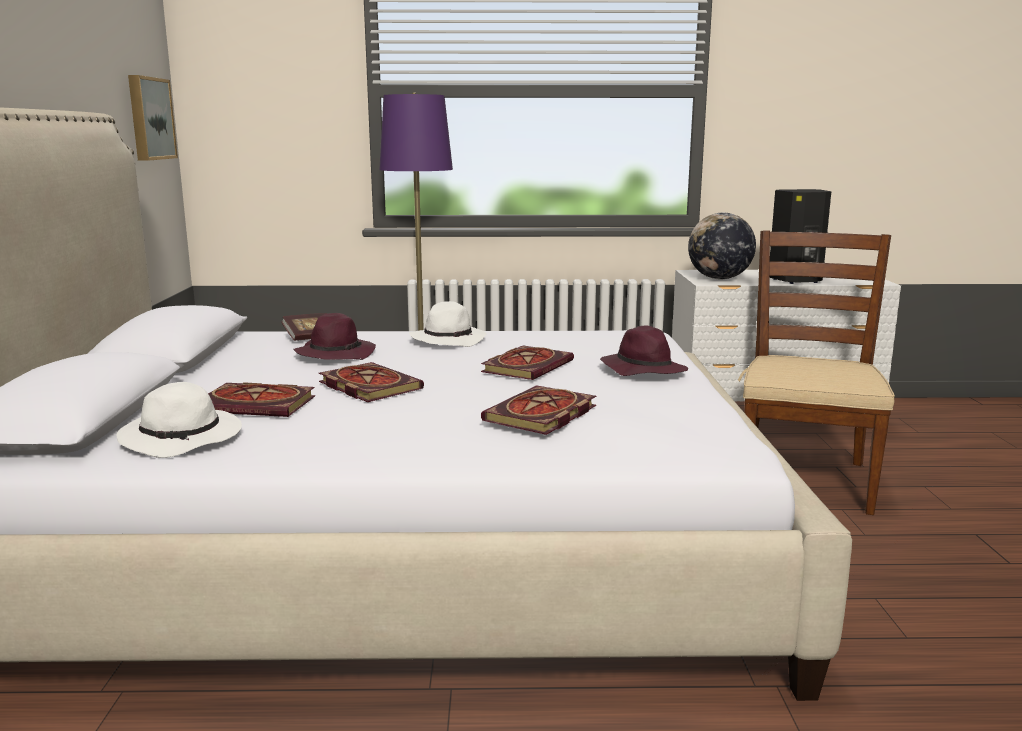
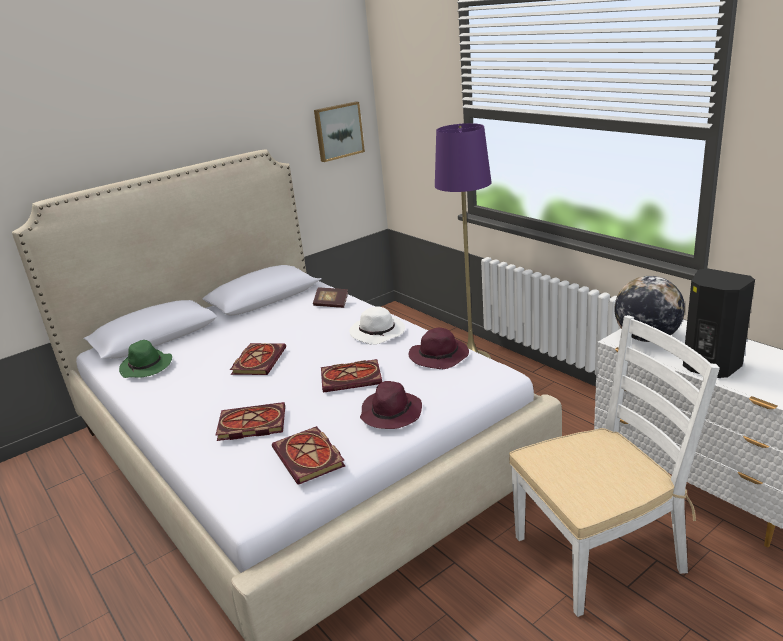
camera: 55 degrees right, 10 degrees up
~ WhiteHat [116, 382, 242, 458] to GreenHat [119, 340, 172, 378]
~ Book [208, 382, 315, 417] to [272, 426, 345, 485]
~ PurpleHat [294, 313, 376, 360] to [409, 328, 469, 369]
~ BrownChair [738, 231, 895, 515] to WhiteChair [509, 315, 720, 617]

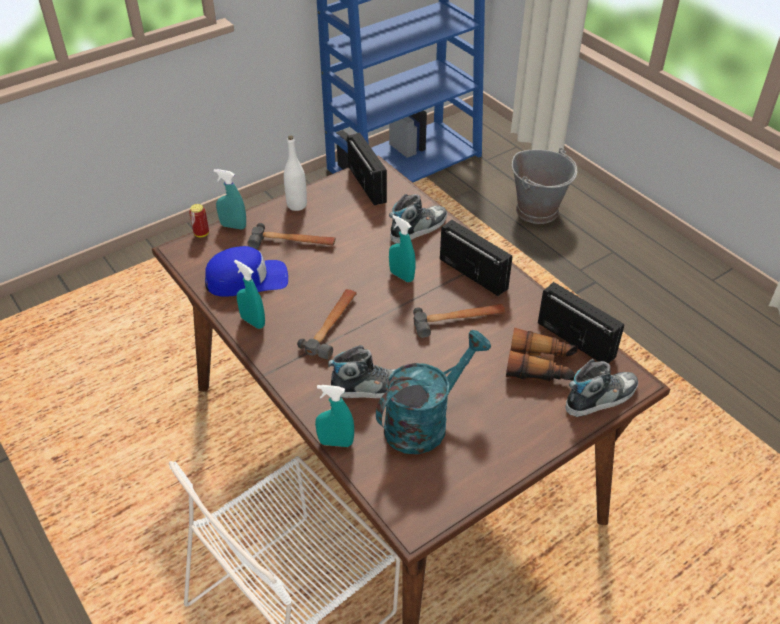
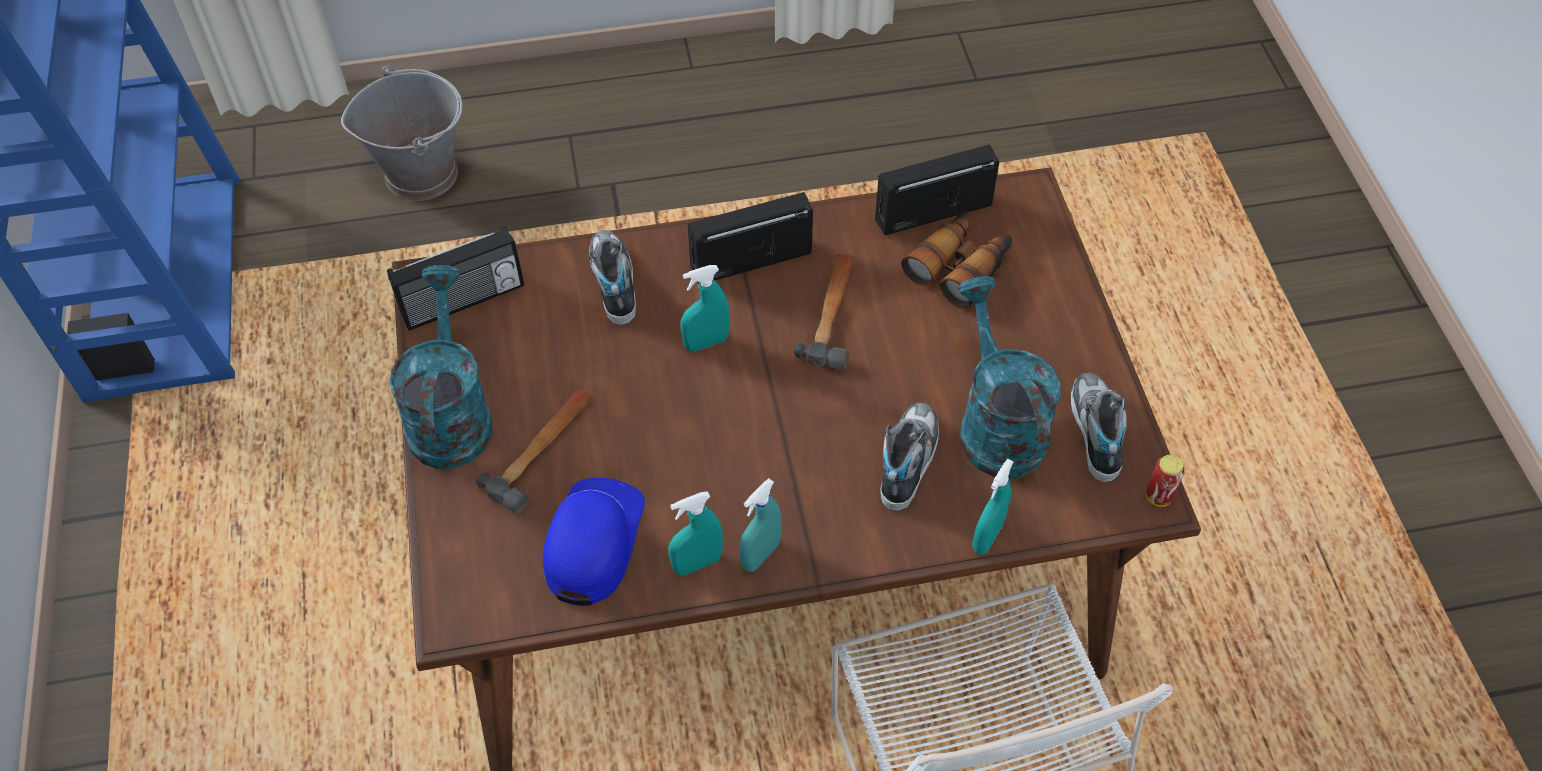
camera: 65 degrees left, 10 degrees up
~ Radio [347, 133, 387, 205] = [387, 225, 524, 331] 150 degrees clockwise
~ WhiteBottle [284, 136, 307, 211] to TurquoiseWateringCan [389, 265, 492, 469]
~ TurquoiseSprayBottle [214, 169, 246, 230] to [739, 479, 782, 572]
~ Shoe [565, 359, 638, 417] to [1071, 373, 1127, 482]
~ Can [189, 204, 209, 237] to [1146, 455, 1185, 507]
- Hammer [297, 289, 357, 360]

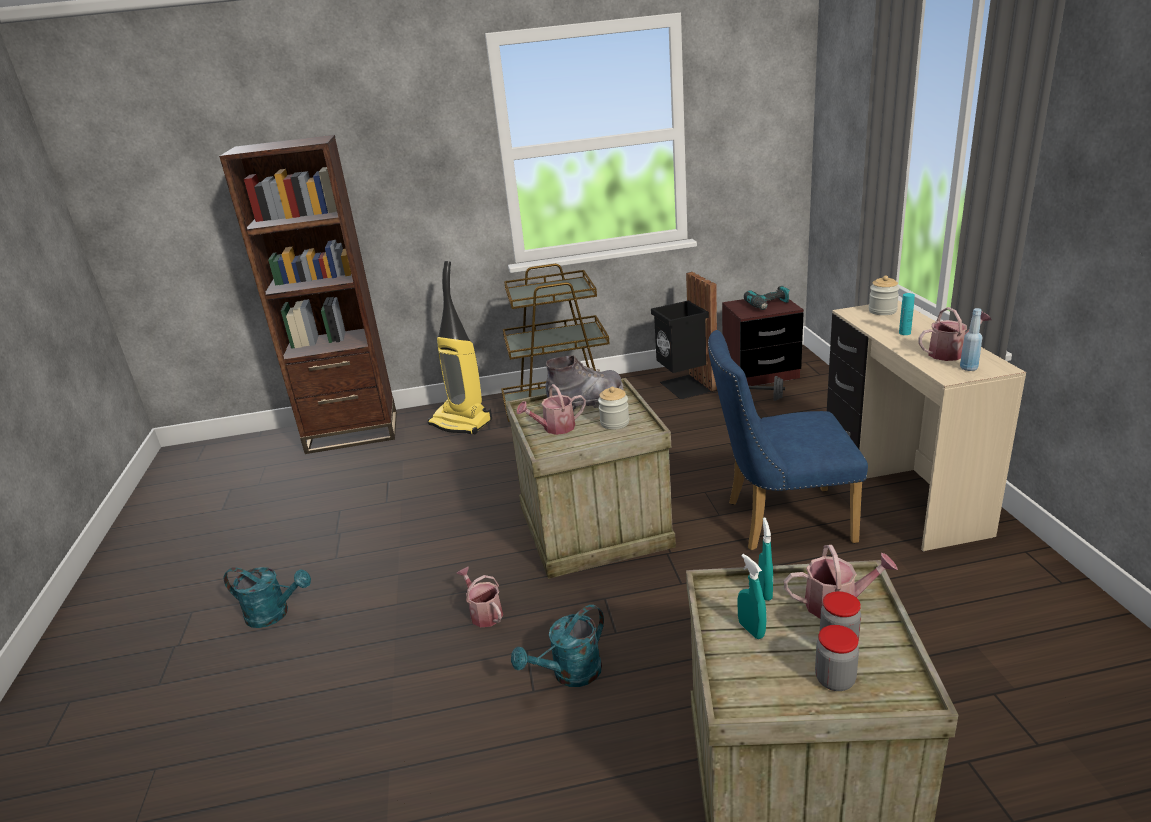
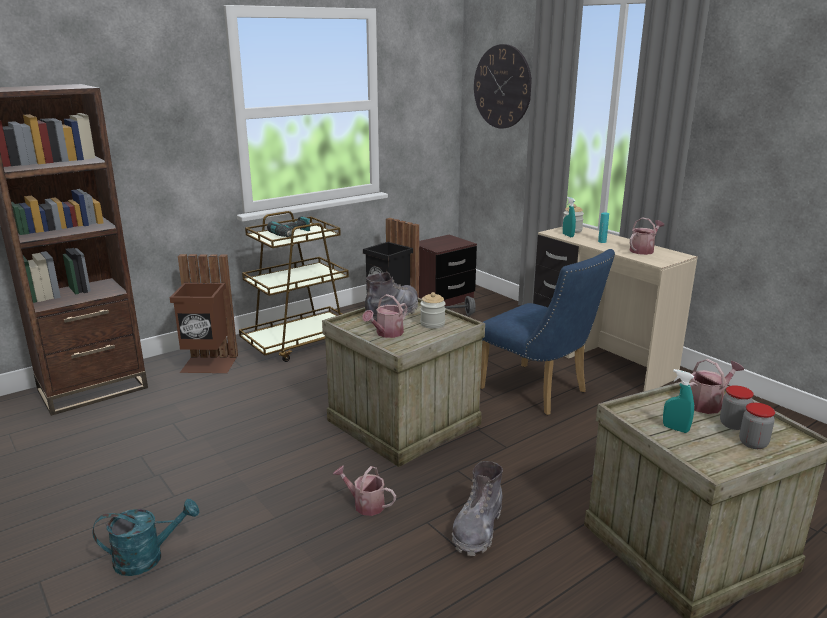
camera: 30 degrees left, 5 degrees down
~ VacuumCleaner [428, 261, 492, 435] to BrownTrashCan [169, 254, 238, 373]
~ PowerDrill [744, 286, 790, 310] to [267, 216, 311, 237]
~ TurquoiseWateringCan [511, 605, 604, 687] to GreyBoot [452, 461, 503, 556]
+ WallClock [474, 44, 532, 128]
~ BlueChair [708, 330, 868, 550] = [480, 249, 615, 415] 105 degrees counterclockwise
~ TurquoiseSprayBottle [758, 518, 773, 601] to [563, 197, 576, 237]
- BlueBottle [960, 308, 982, 371]

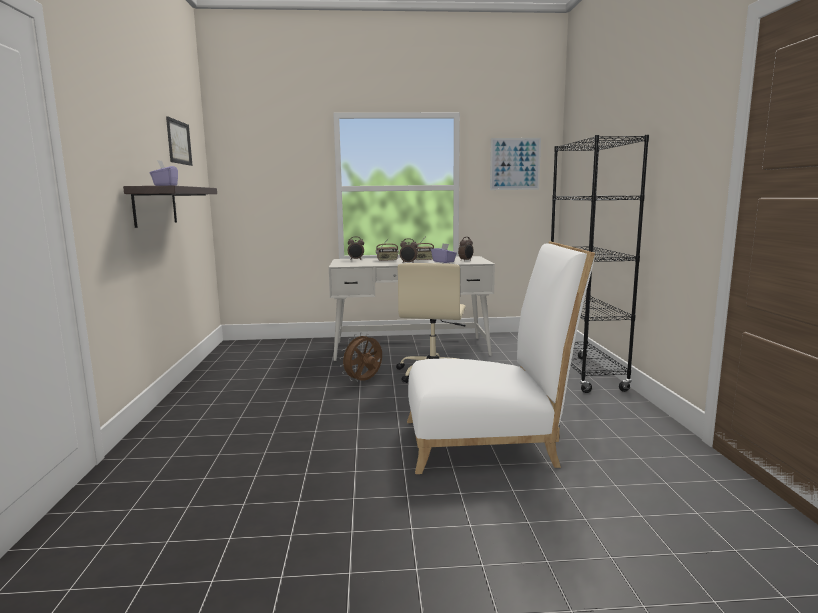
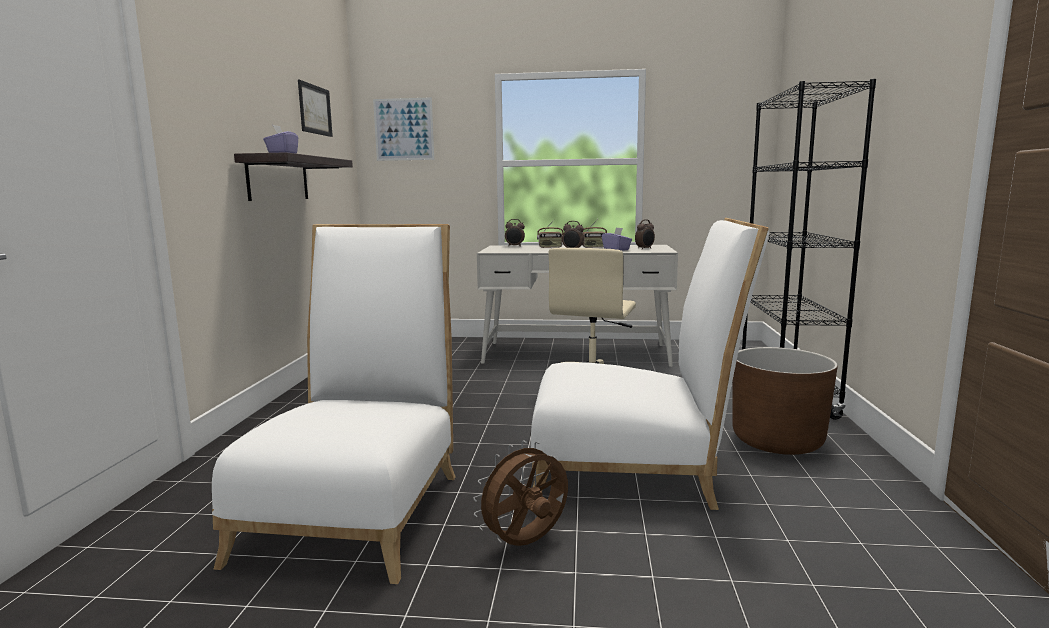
camera: 10 degrees right, 0 degrees up
+ WhiteChair [212, 224, 456, 584]
~ Picture [490, 138, 541, 190] to [373, 97, 434, 161]
~ BrownFan [340, 333, 382, 381] to [473, 441, 568, 546]
+ BrownPlanter [732, 347, 838, 455]

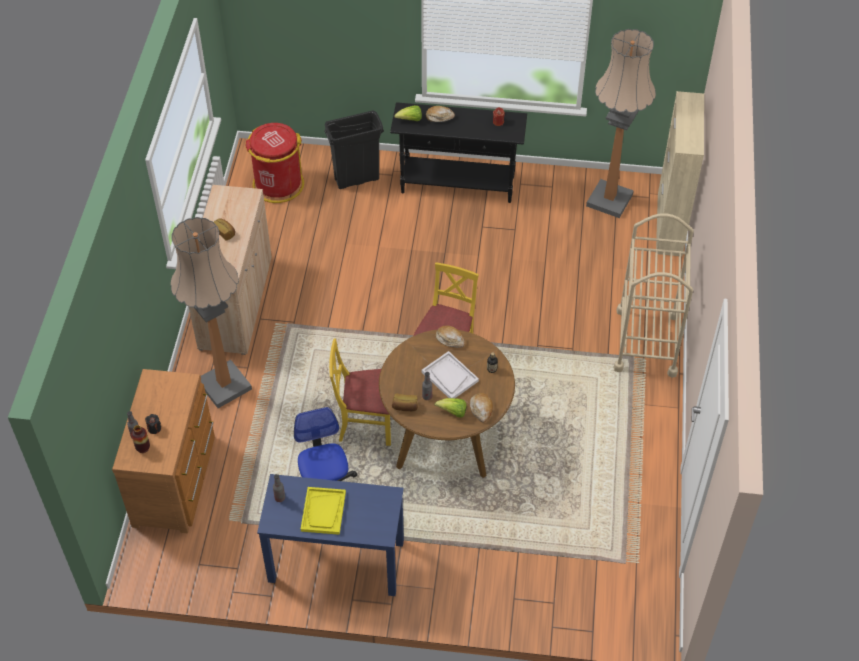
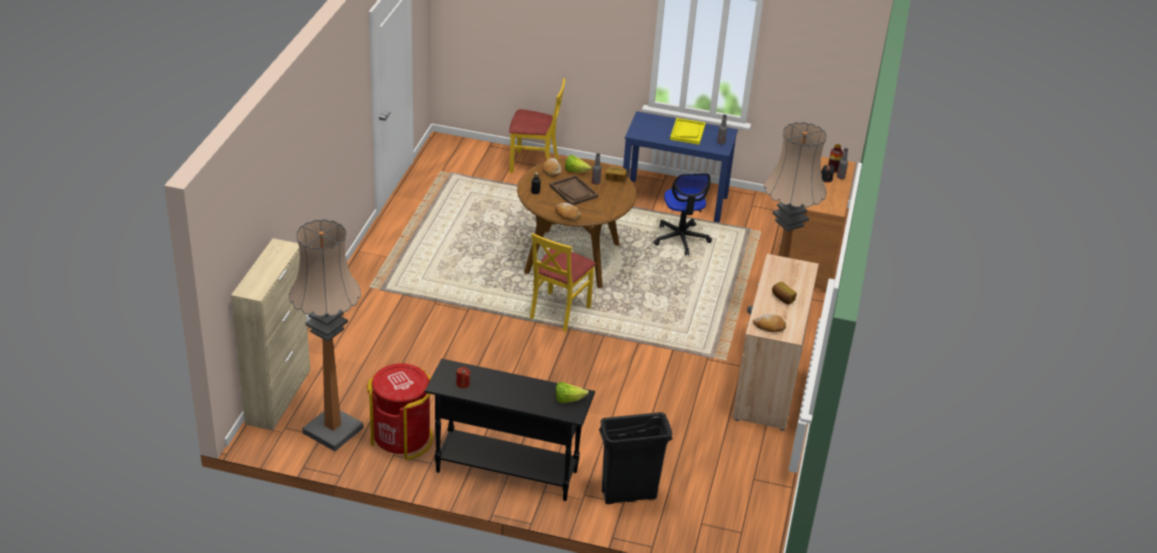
camera: 175 degrees left, 15 degrees down
~ RedTrashCan [245, 123, 304, 203] to [367, 363, 433, 460]
~ YellowChair [329, 338, 391, 446] to [509, 78, 565, 173]
~ WhiteTray [422, 351, 479, 398] to BrownTray [549, 175, 598, 206]
~ Bread [426, 106, 455, 122] to [753, 314, 786, 332]
- BeigeCart [614, 213, 694, 378]

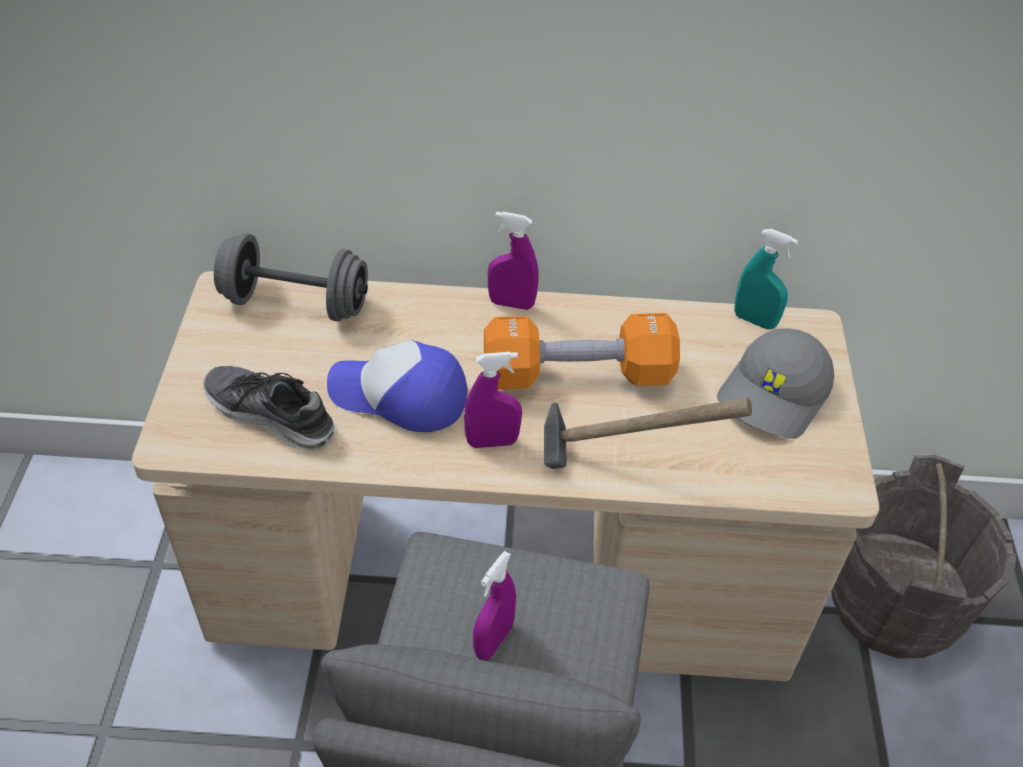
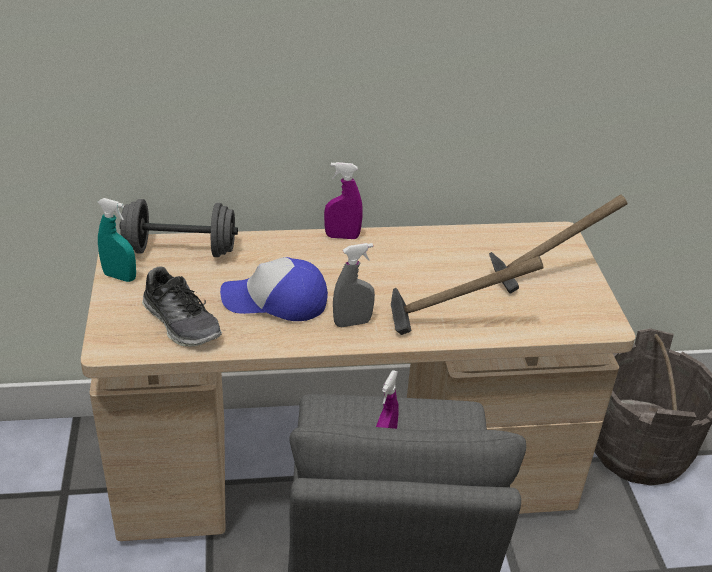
camera: 10 degrees left, 10 degrees down
~ TurquoiseSprayBottle [734, 229, 798, 330] to [98, 198, 136, 282]
~ Shoe [203, 366, 337, 450] = [142, 266, 222, 347] 150 degrees counterclockwise
~ PurpleSprayBottle [464, 352, 522, 448] to GreySprayBottle [333, 243, 375, 327]
~ GreyCap [717, 328, 834, 439] to Hammer [489, 195, 628, 294]
- OrangeDumbbell [484, 313, 680, 389]

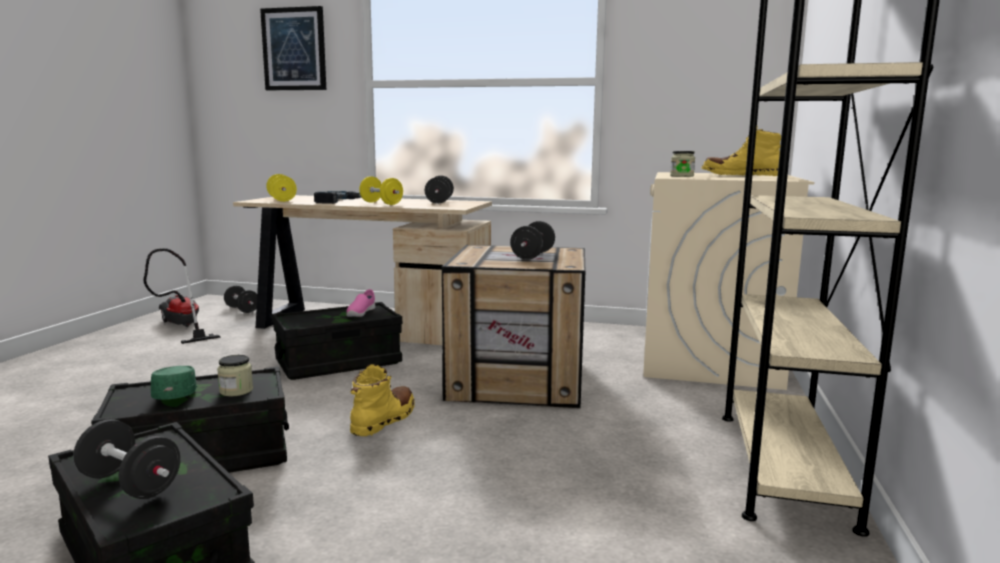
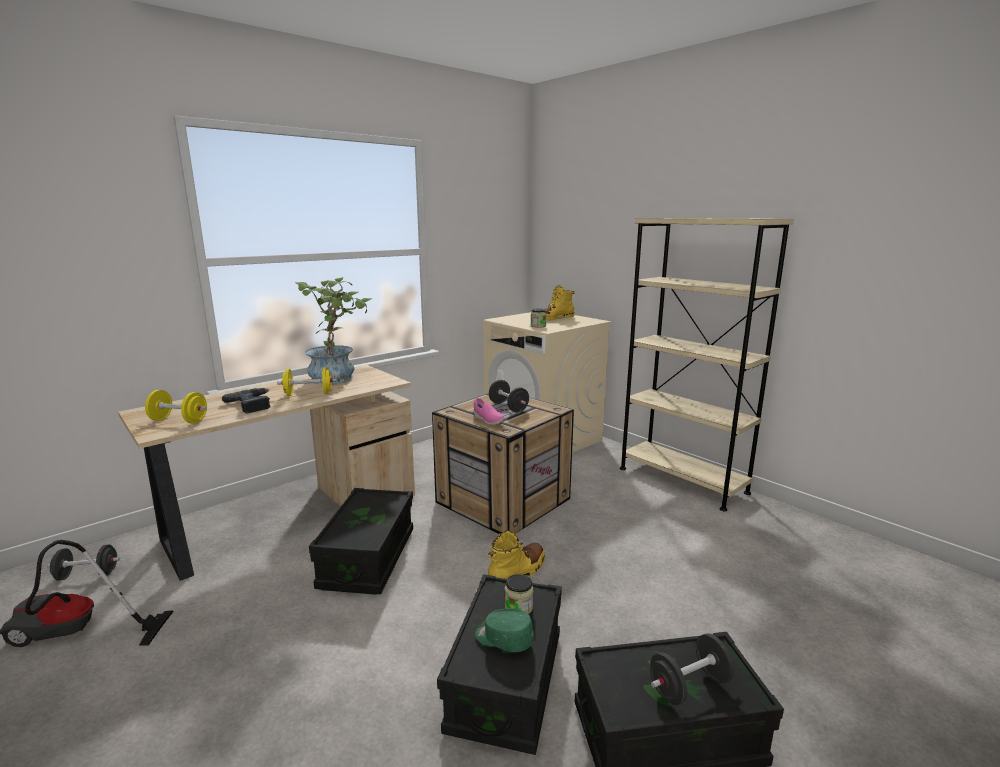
camera: 55 degrees left, 5 degrees up
~ BlackDumbbell [425, 176, 454, 204] to PottedPlant [295, 277, 372, 385]
~ PinkShoe [346, 289, 375, 317] to [474, 398, 505, 425]
~ YellowBoot [350, 364, 415, 436] = [488, 531, 545, 579] 75 degrees clockwise
- Picture [260, 6, 326, 90]

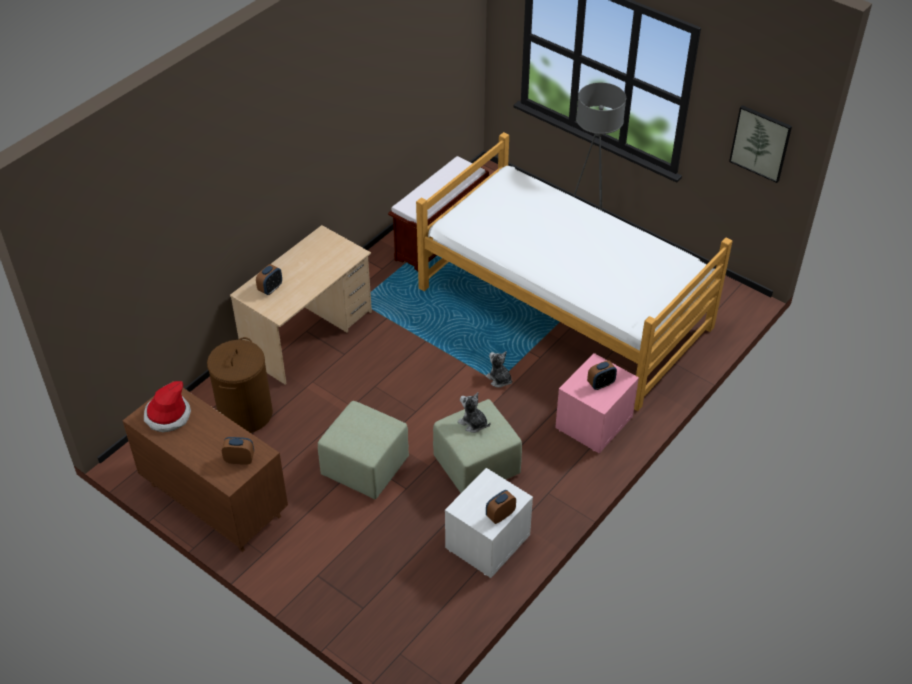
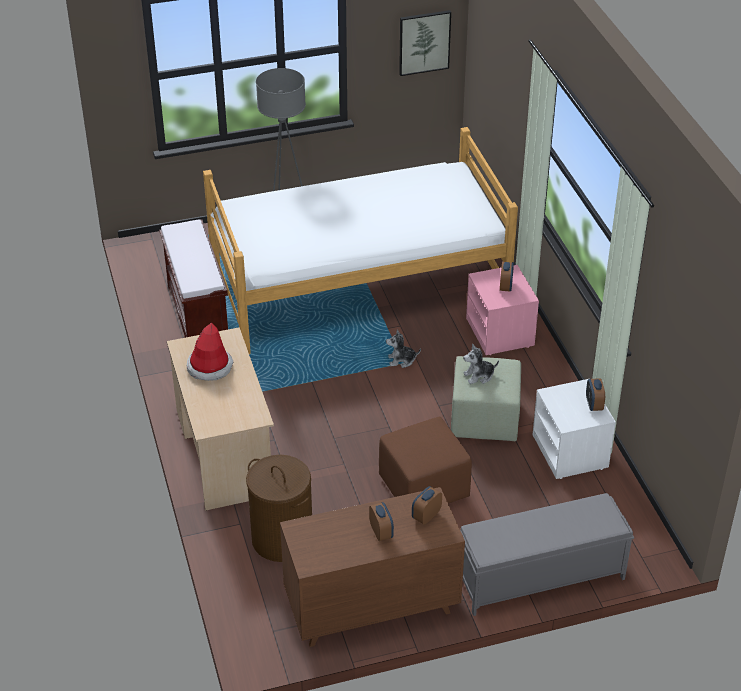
camera: 55 degrees left, 5 degrees down
~ Hat [144, 381, 191, 432] to [187, 323, 233, 381]
~ AlarmClock [256, 264, 282, 295] to [369, 502, 394, 541]
~ GreenOttoman [318, 401, 409, 499] to BrownOttoman [379, 417, 472, 504]
+ GreyBench [460, 493, 634, 616]

